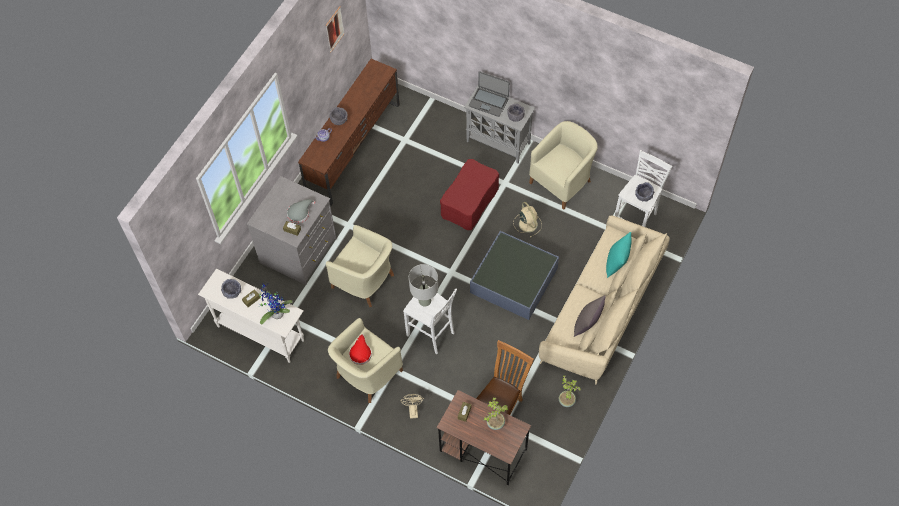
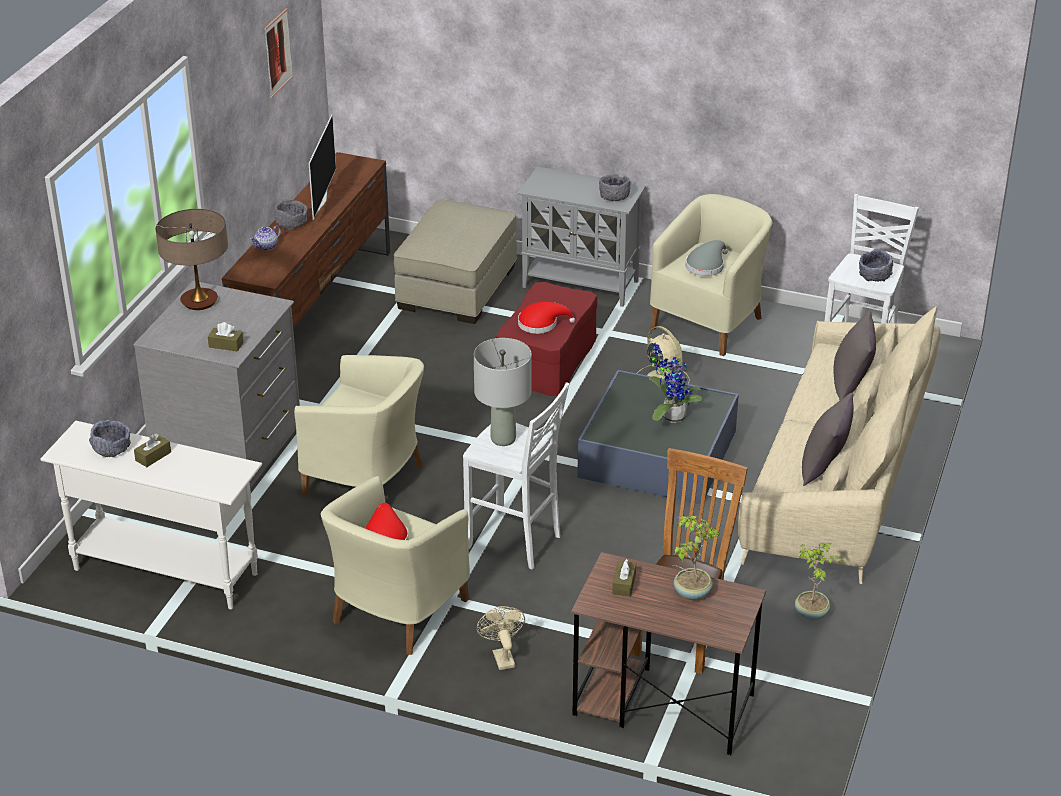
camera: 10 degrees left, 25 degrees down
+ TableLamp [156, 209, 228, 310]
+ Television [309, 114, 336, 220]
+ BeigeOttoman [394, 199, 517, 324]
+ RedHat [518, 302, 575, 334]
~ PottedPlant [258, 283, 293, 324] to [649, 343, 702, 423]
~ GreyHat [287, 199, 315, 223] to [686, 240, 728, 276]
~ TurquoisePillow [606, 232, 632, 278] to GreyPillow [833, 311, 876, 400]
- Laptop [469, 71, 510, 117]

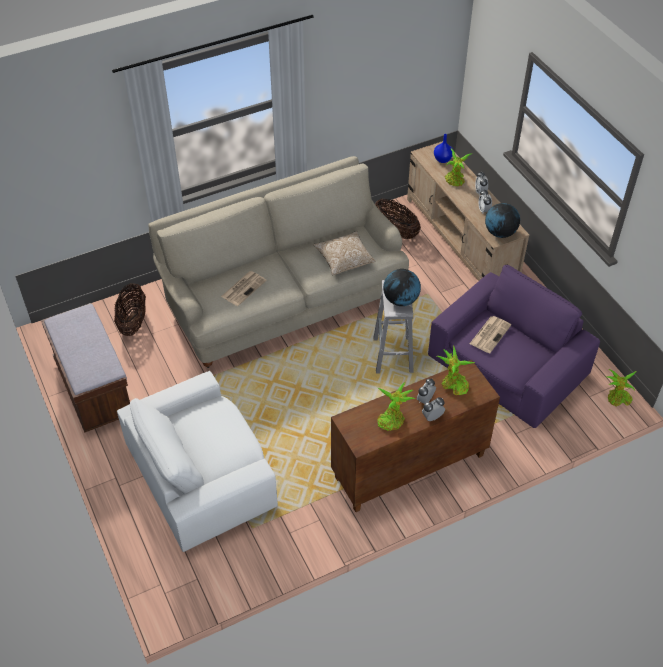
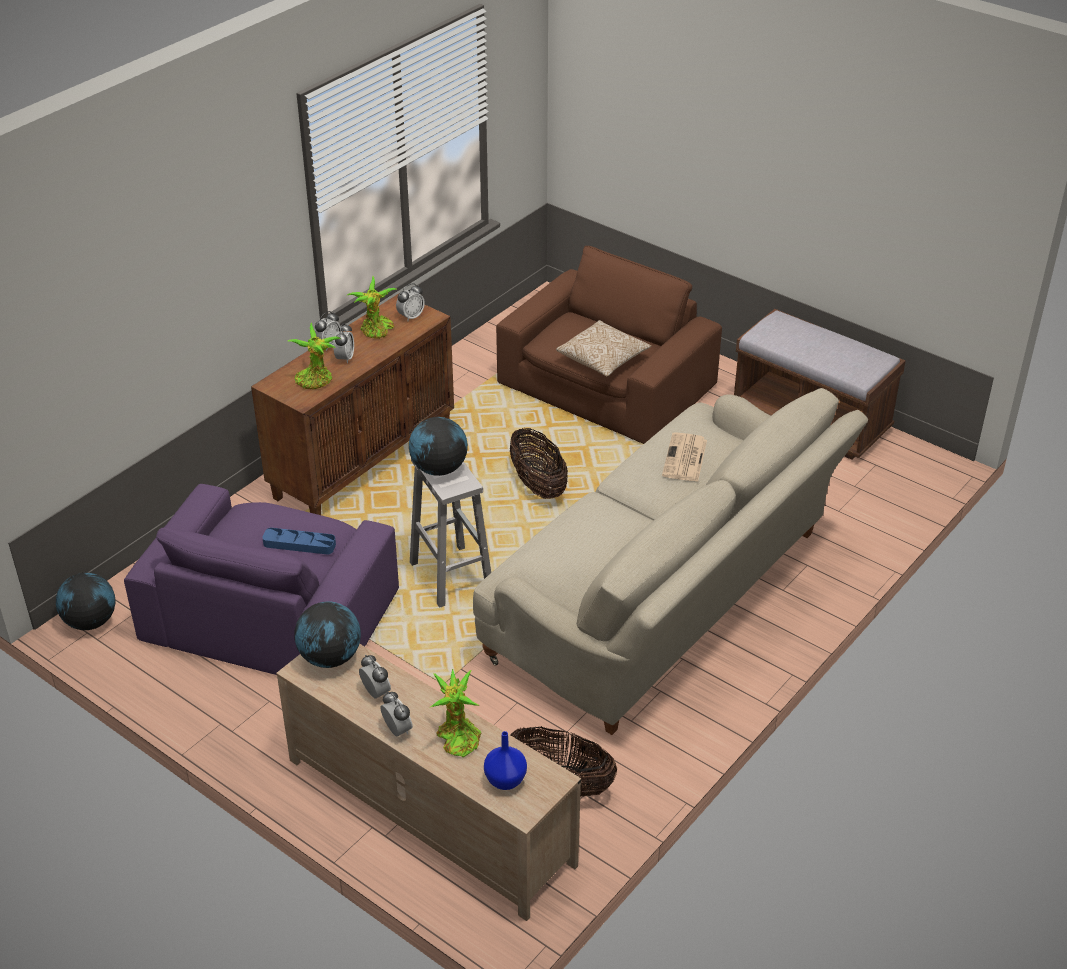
camera: 155 degrees right, 10 degrees down
~ PottedPlant [606, 369, 636, 407] to Globe [56, 573, 116, 630]
~ Newspaper [470, 316, 511, 353] to BlueTray [262, 528, 336, 555]
+ AlarmClock [396, 283, 425, 322]
~ WhiteArmchair [117, 371, 278, 552] to BrownArmchair [496, 246, 722, 444]
~ Basket [114, 283, 146, 336] to [510, 428, 568, 499]
~ Pillow [313, 231, 376, 276] to [556, 320, 651, 377]

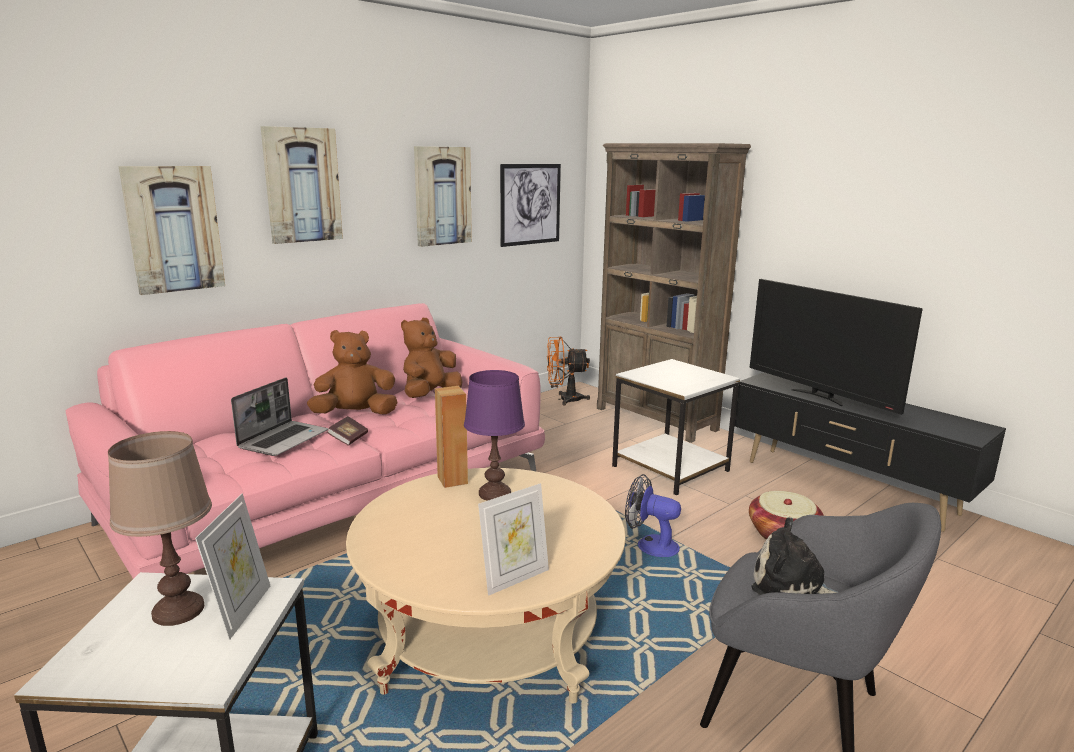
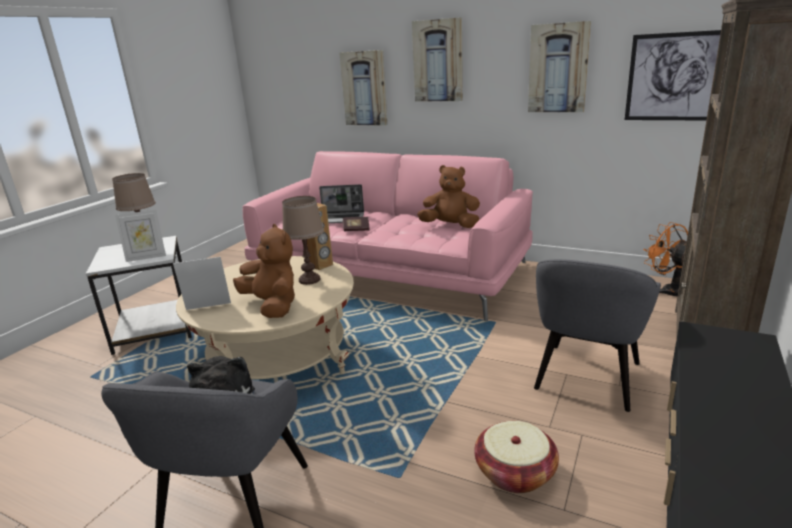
camera: 70 degrees right, 5 degrees up
~ PictureFrame [478, 483, 549, 596] = [173, 257, 231, 310] 135 degrees clockwise
~ BrownPlushToy [307, 330, 398, 414] to [233, 224, 295, 318]
~ PurpleTableLamp [464, 370, 525, 501] to BrownTableLamp [282, 196, 324, 285]
~ WhiteSideTable [612, 359, 740, 495] to GreyArmchair [534, 259, 661, 412]
- Fan [625, 474, 681, 557]
- Television [749, 279, 923, 415]

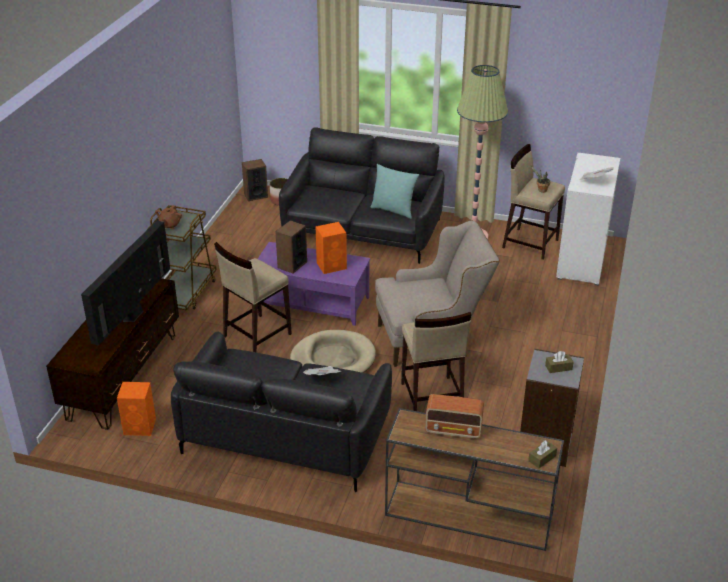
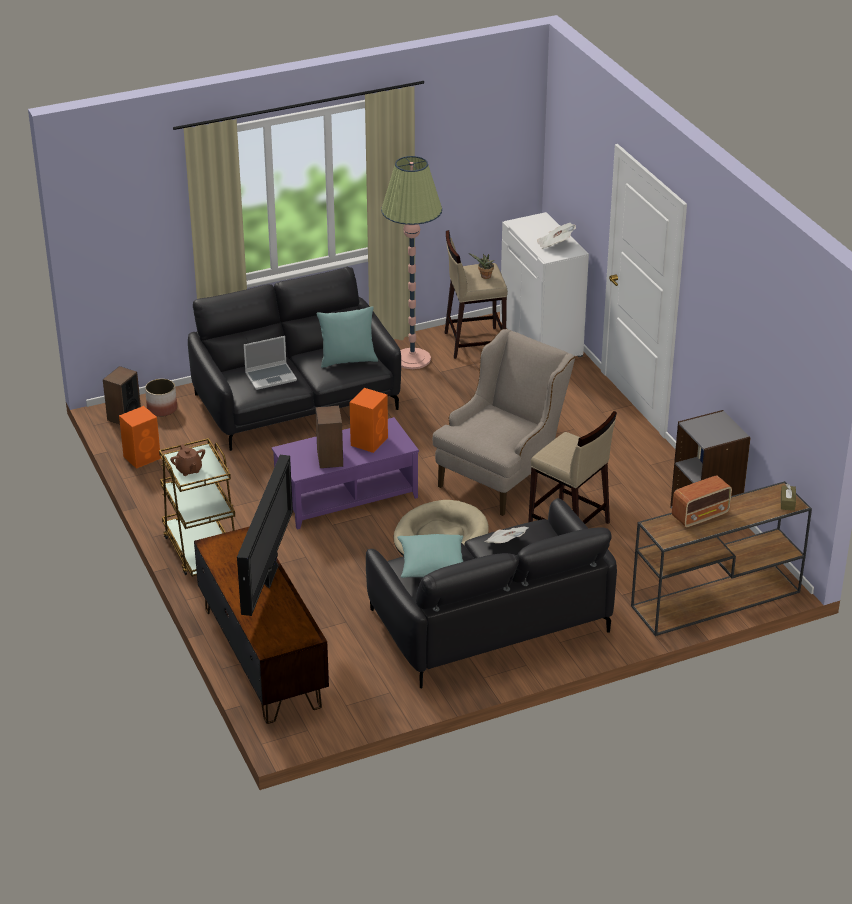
camera: 40 degrees left, 0 degrees up
~ OrangeSpeaker [117, 382, 156, 436] to [119, 406, 161, 469]
~ Television [81, 221, 170, 346] = [237, 455, 293, 616] 150 degrees counterclockwise
+ Laptop [244, 336, 297, 390]
+ TurquoisePillow [397, 534, 463, 578]
- BeigeStool [214, 242, 292, 353]
- BrownTissueBox [545, 351, 574, 373]

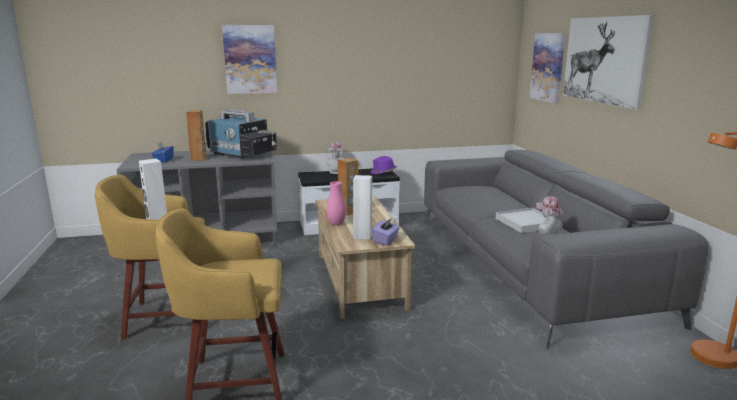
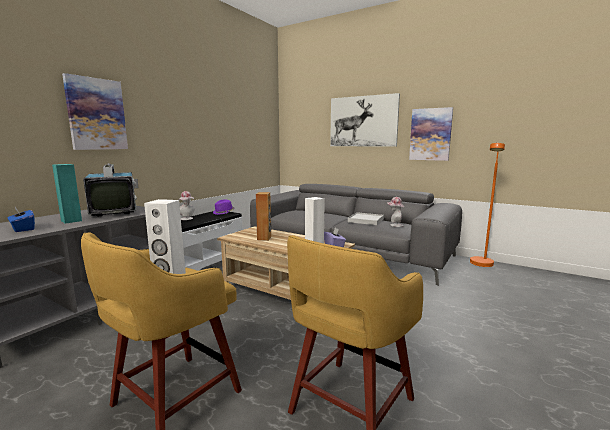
camera: 45 degrees left, 5 degrees down
~ BrownSpeaker [186, 110, 207, 161] to TurquoiseSpeaker [52, 164, 82, 224]
~ Television [205, 108, 277, 158] = [83, 163, 138, 217] 105 degrees counterclockwise
~ Picture [530, 33, 566, 103] to [409, 107, 453, 161]
- PinkVase [327, 181, 346, 225]

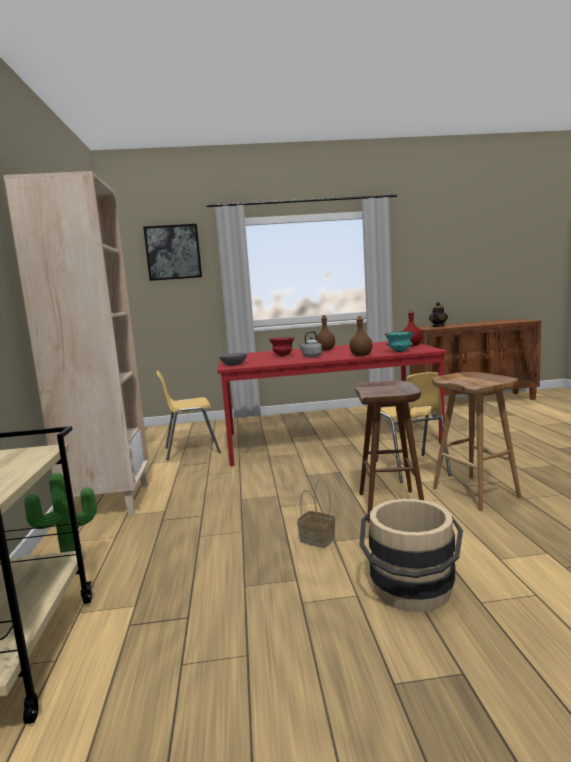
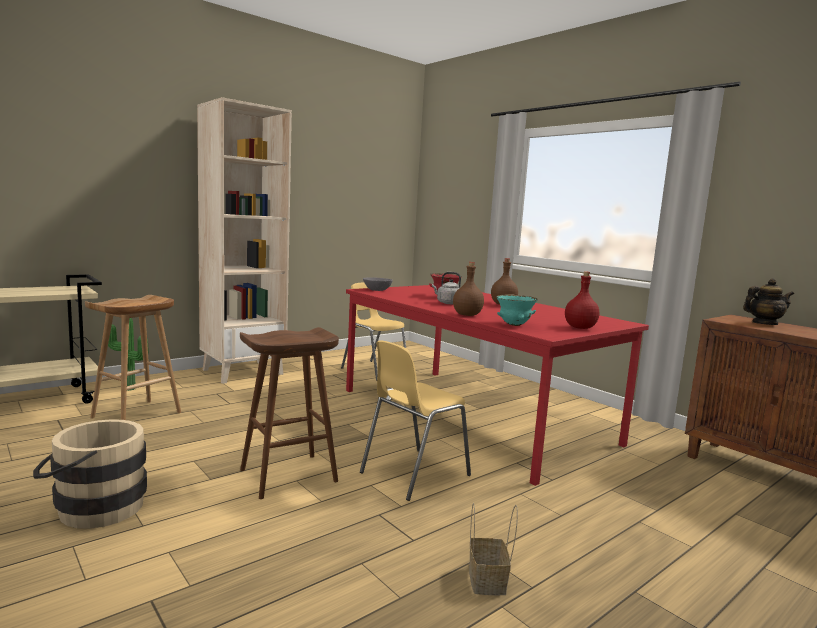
camera: 55 degrees right, 0 degrees up
~ BrownStool [432, 372, 521, 511] to [85, 295, 181, 420]
~ Basket [297, 479, 335, 548] to [469, 503, 518, 595]
- Picture [143, 224, 202, 281]

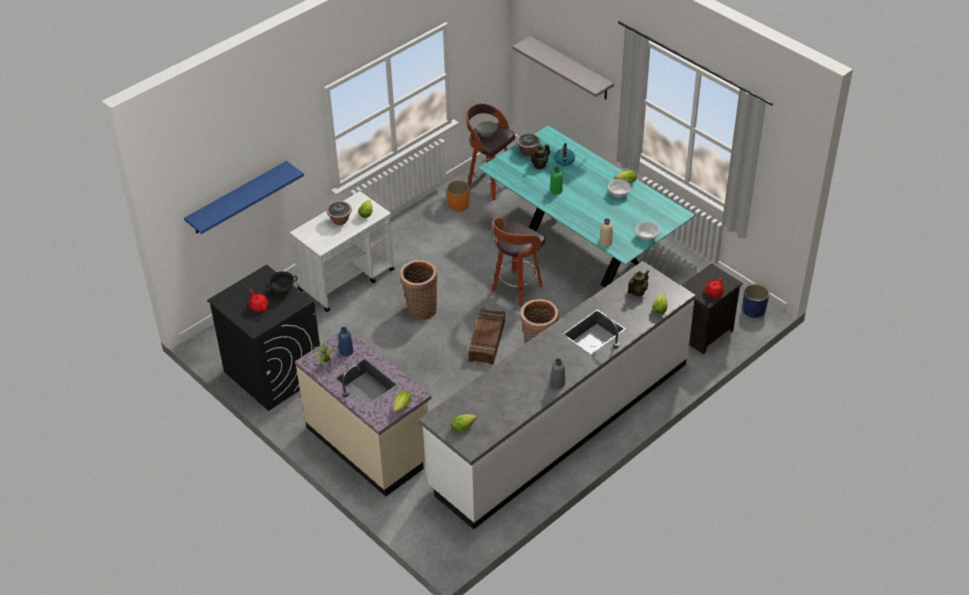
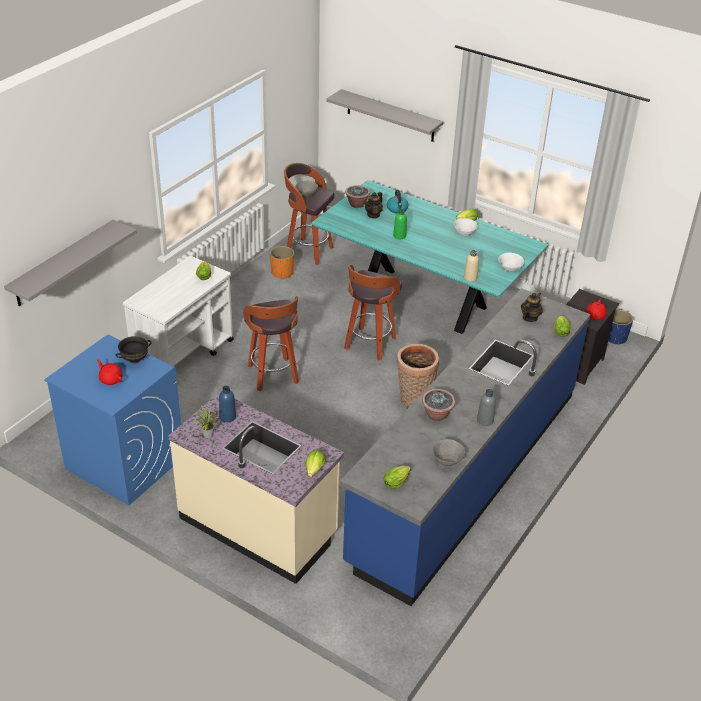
camera: 15 degrees left, 5 degrees down
~ BlueShelf [184, 161, 304, 234] to GreyShelf [4, 220, 137, 306]
~ BlackWashingMachine [207, 265, 320, 411] to BlueWashingMachine [44, 334, 181, 505]
~ Basket [400, 260, 437, 320] to Stool [243, 296, 299, 391]
~ WhiteCounter [419, 261, 696, 529] to BlueCounter [340, 288, 591, 606]
~ PottedPlant [326, 201, 352, 225] to [422, 389, 455, 421]
+ GreyBowl [433, 439, 465, 466]
- Crate [468, 308, 505, 365]

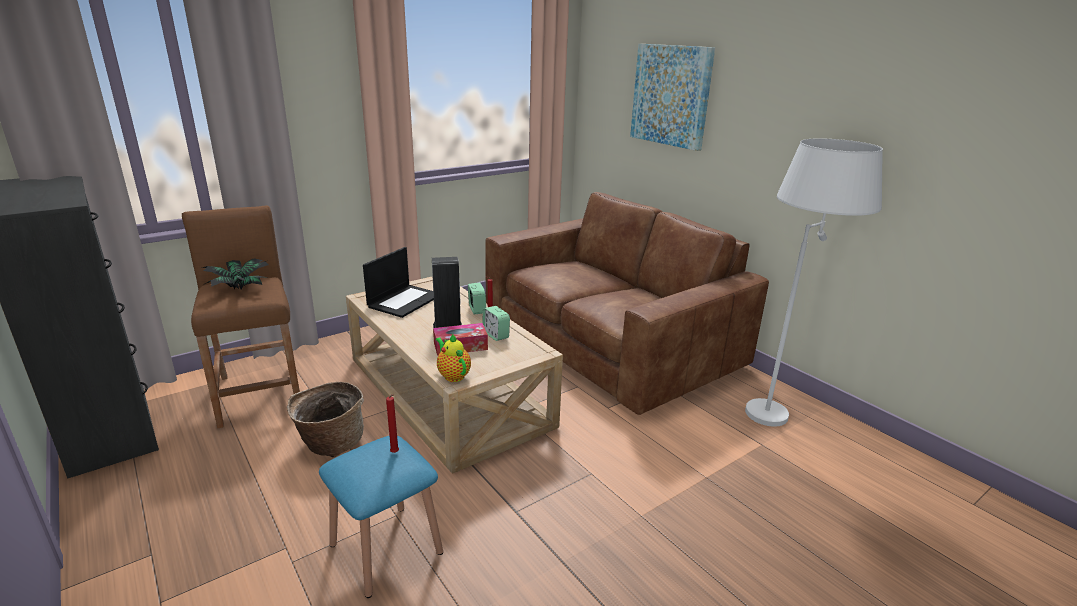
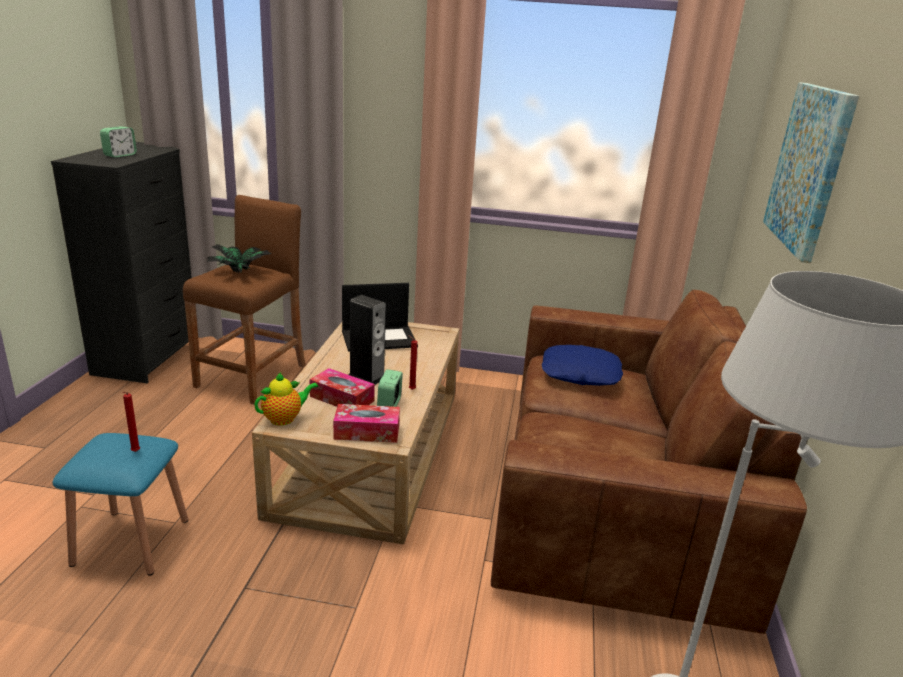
camera: 45 degrees right, 0 degrees up
~ AlarmClock [468, 282, 486, 315] to [100, 126, 137, 158]
~ Teapot [436, 333, 471, 382] = [254, 372, 319, 426] 45 degrees clockwise
+ TissueBox [333, 404, 400, 443]
+ BluePillow [542, 345, 623, 386]
- Basket [287, 382, 364, 458]

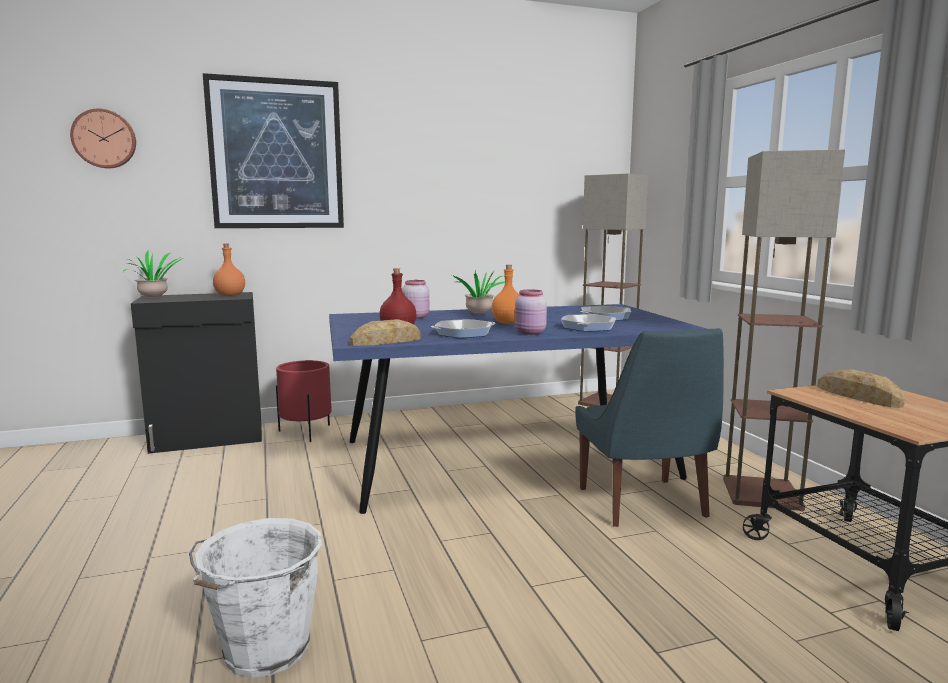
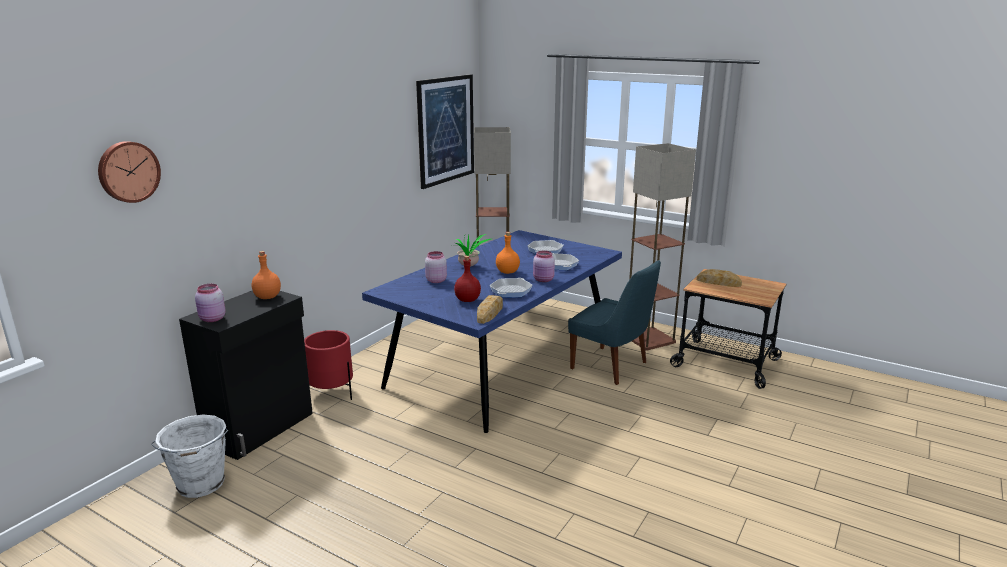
camera: 40 degrees left, 10 degrees up
~ WhiteBucket [189, 518, 322, 678] to [151, 414, 228, 498]
~ PottedPlant [123, 250, 183, 298] to PinkJar [195, 284, 226, 322]
~ Picture [203, 73, 344, 228] to [416, 74, 474, 189]

